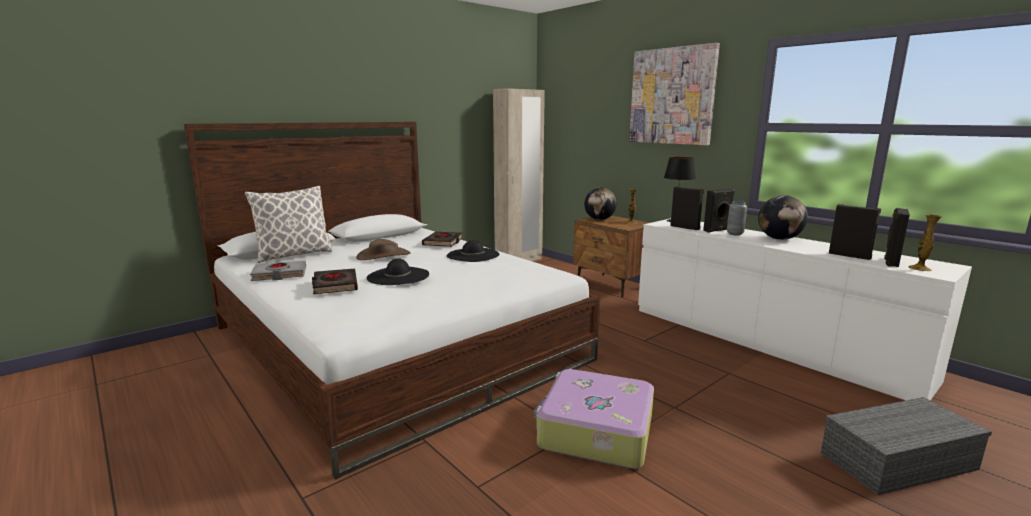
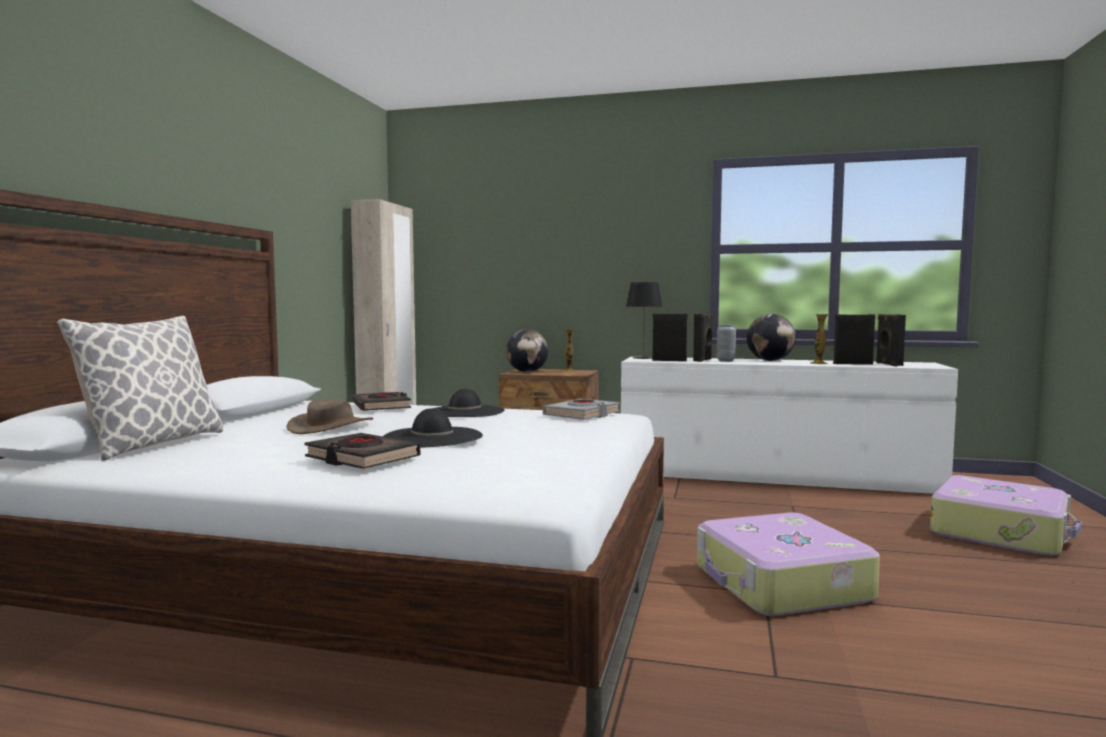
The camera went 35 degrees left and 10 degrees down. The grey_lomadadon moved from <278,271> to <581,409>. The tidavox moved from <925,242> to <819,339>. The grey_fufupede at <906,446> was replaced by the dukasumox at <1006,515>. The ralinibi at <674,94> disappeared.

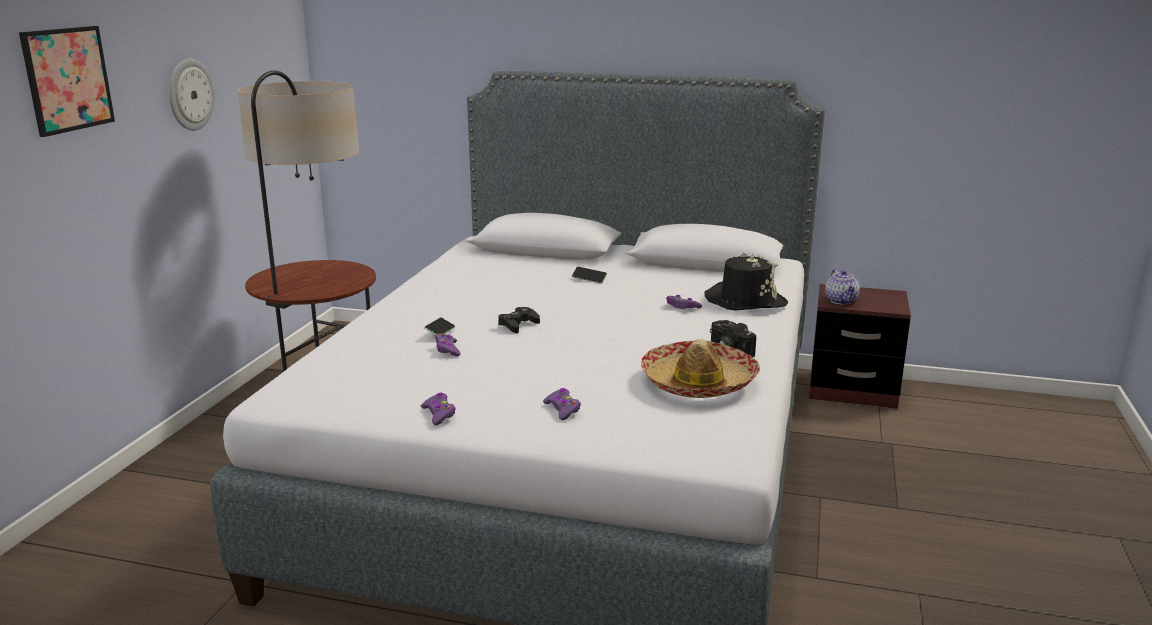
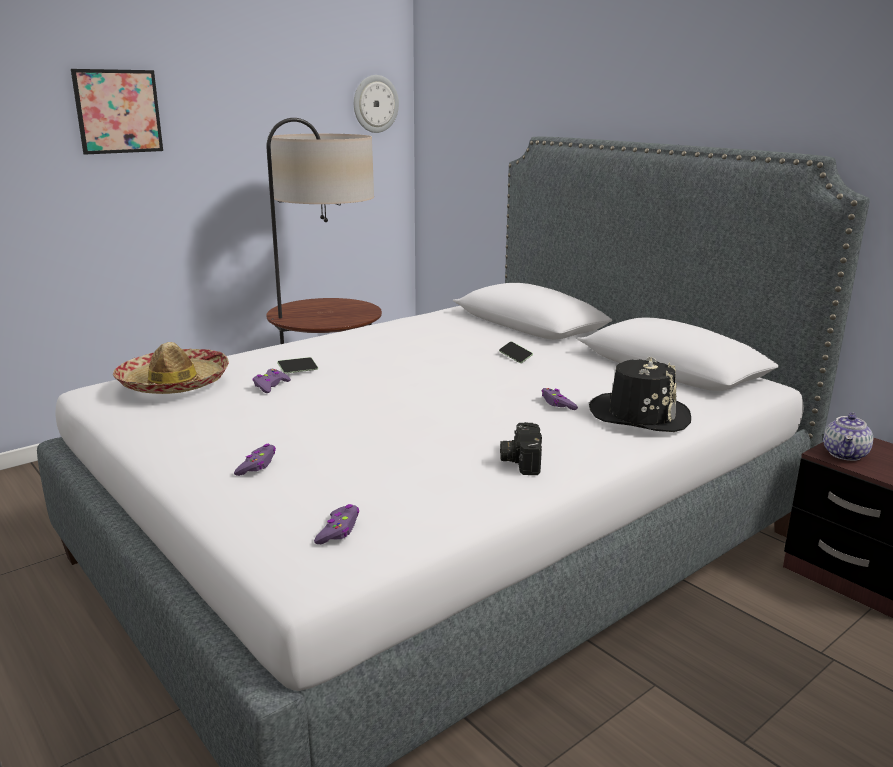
The camera went 35 degrees right and 0 degrees up. The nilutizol moved from <700,368> to <171,368>. The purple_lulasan moved from <438,408> to <336,524>. The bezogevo moved from <192,95> to <376,104>. The black_lulasan at <519,320> disappeared.

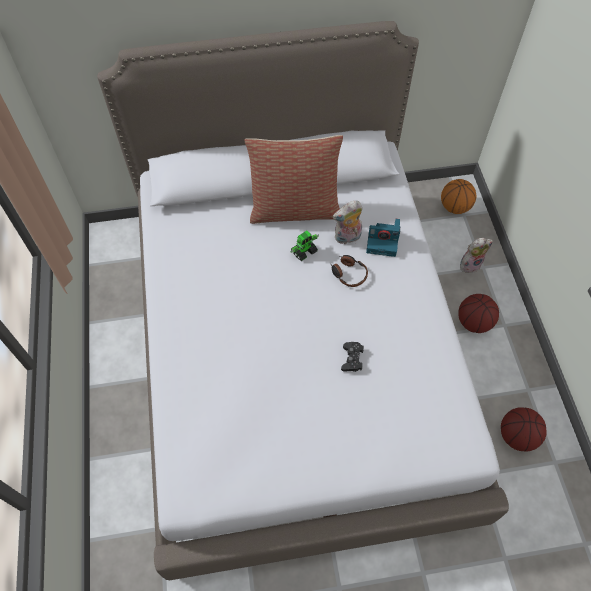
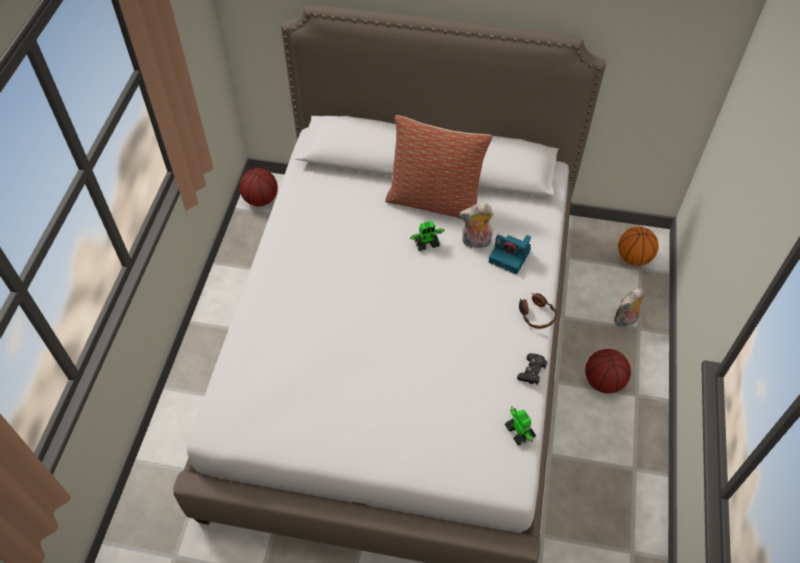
The camera went 20 degrees right and 5 degrees down. The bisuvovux moved from <524,429> to <258,187>. The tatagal at <520,425> appeared. The black_lulasan moved from <352,357> to <532,369>. The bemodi moved from <349,271> to <537,311>. The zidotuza at <476,255> turned 150 degrees clockwise.

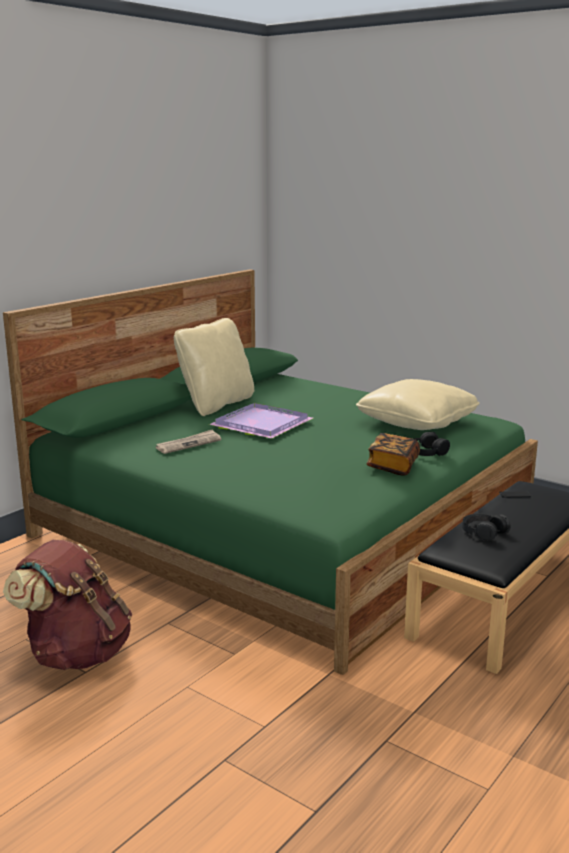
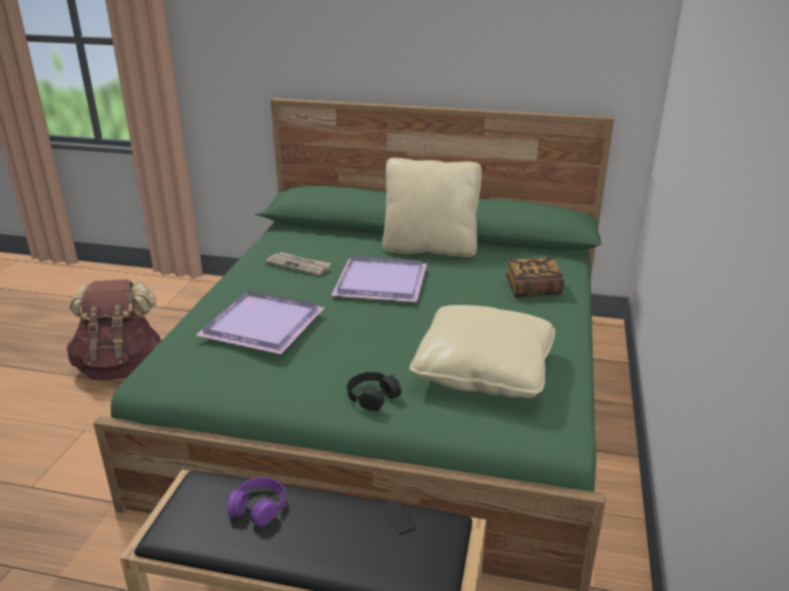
The camera went 65 degrees right and 10 degrees up. The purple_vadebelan at <260,322> appeared. The black_bemodi at <486,527> became the purple_bemodi at <256,502>. The lomadadon moved from <393,454> to <535,277>.

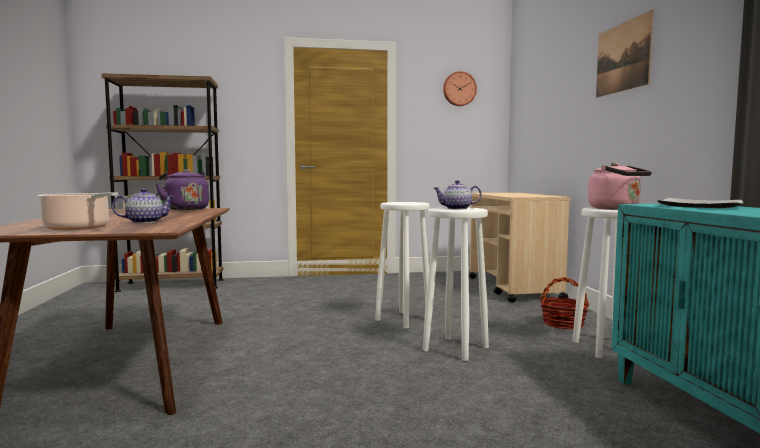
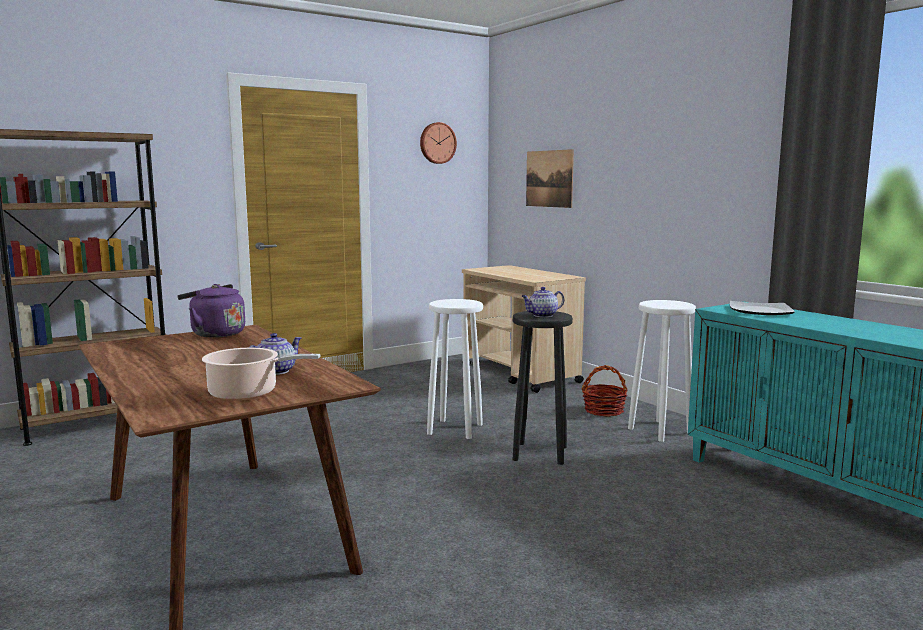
The camera went 25 degrees left and 5 degrees up. The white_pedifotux at <456,284> became the black_pedifotux at <542,388>. The ralinibi moved from <624,53> to <550,178>. The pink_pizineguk at <620,186> disappeared.

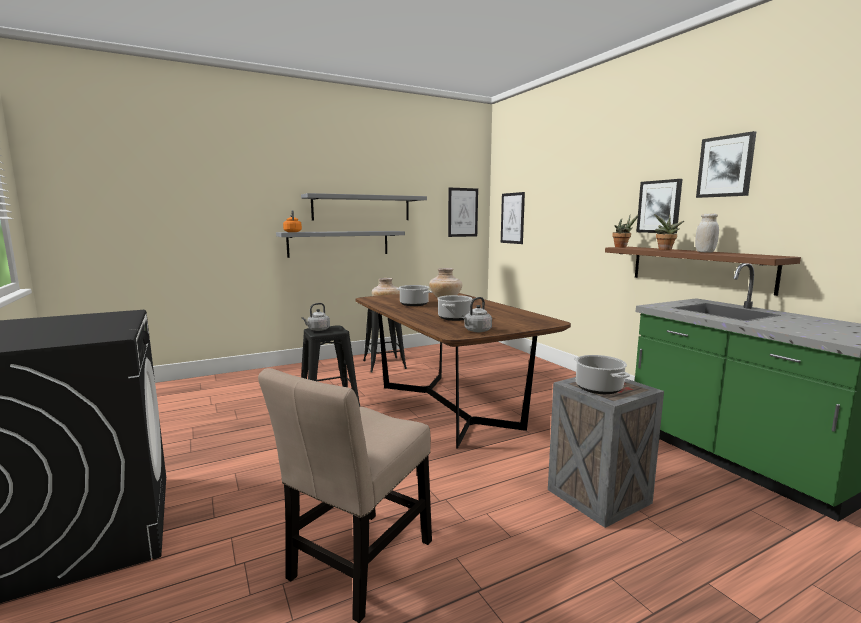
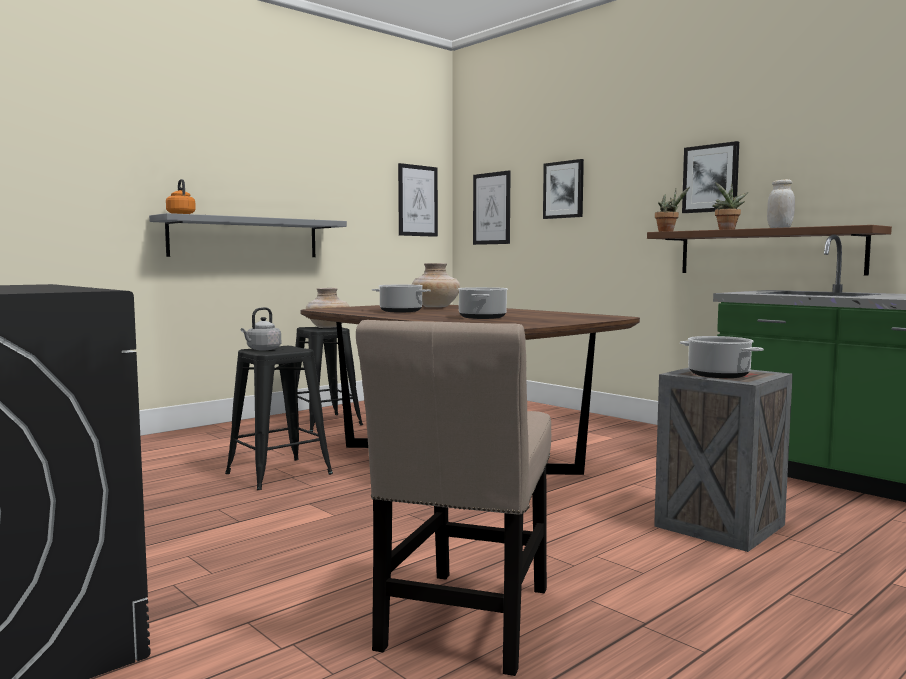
The camera went 15 degrees left and 5 degrees down. The ralinibi moved from <726,164> to <563,189>. The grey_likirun at <364,206> disappeared. The grey_pizineguk at <477,314> disappeared.

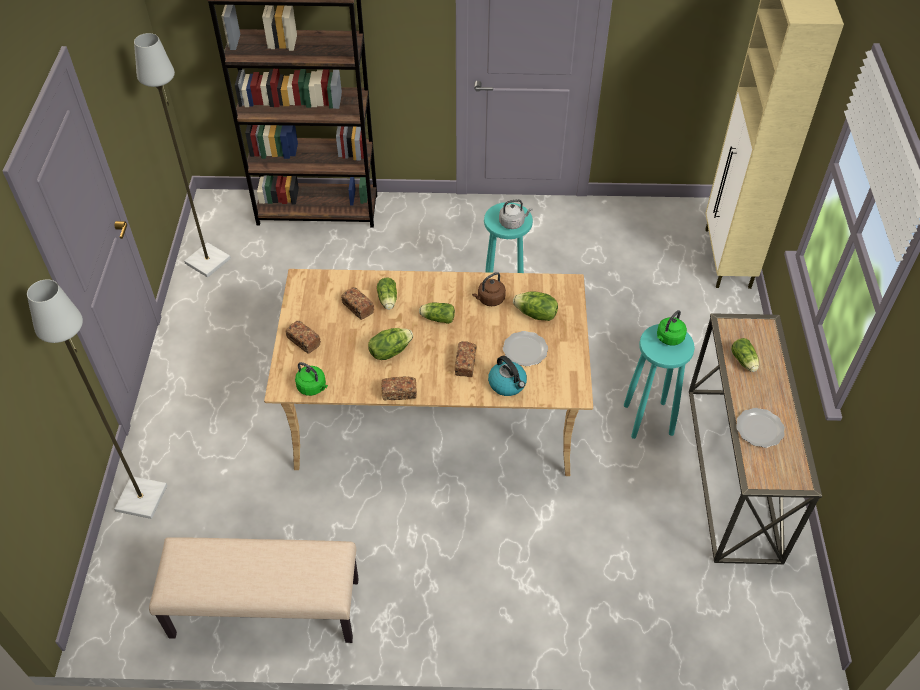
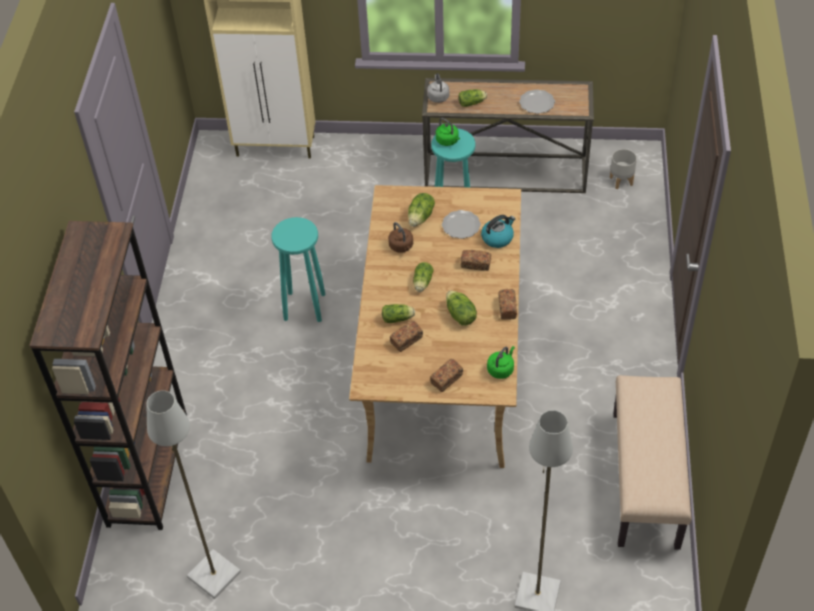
The camera went 85 degrees left and 0 degrees up. The grey_pizineguk moved from <516,214> to <438,88>. The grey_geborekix at <623,169> appeared.

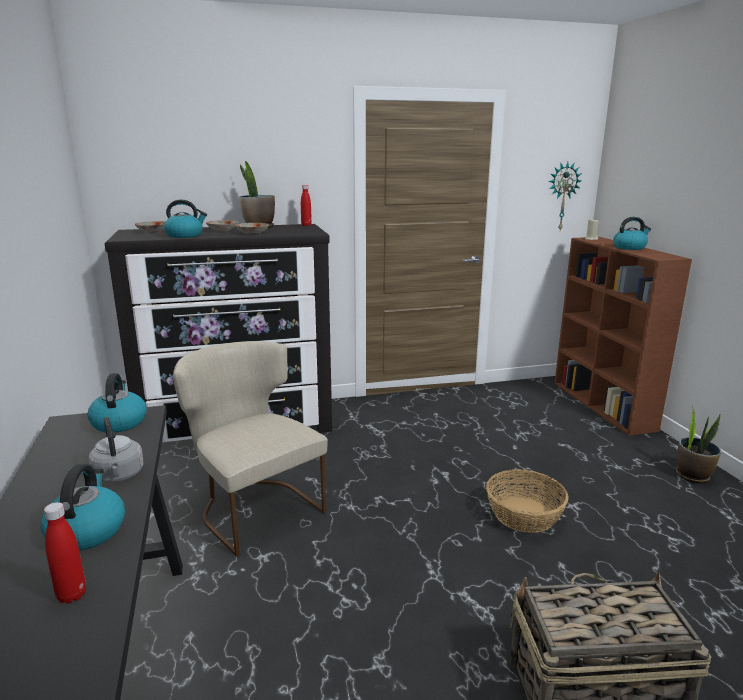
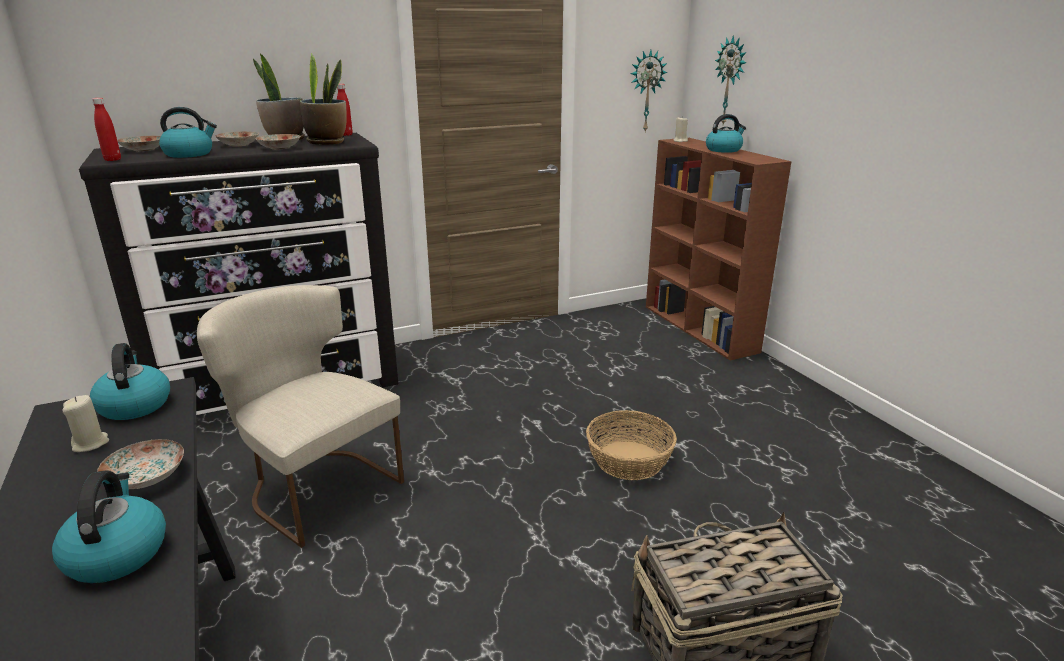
The camera went 10 degrees left and 5 degrees up. The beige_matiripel at <85,423> appeared. The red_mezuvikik moved from <65,553> to <106,129>. The grey_pizineguk at <116,450> was replaced by the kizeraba at <140,464>. The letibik moved from <698,444> to <323,99>. The bezogevo at <731,79> appeared.

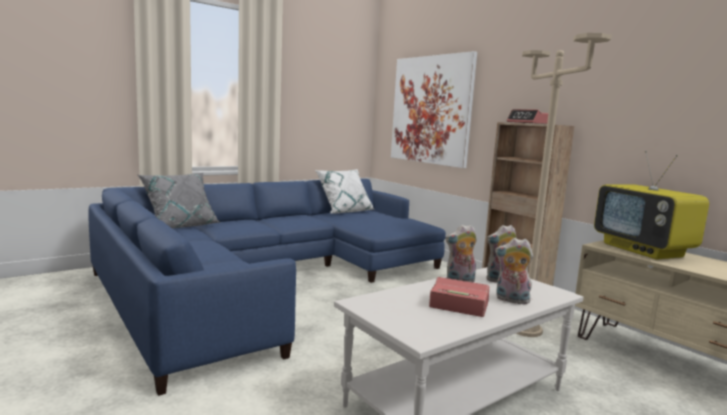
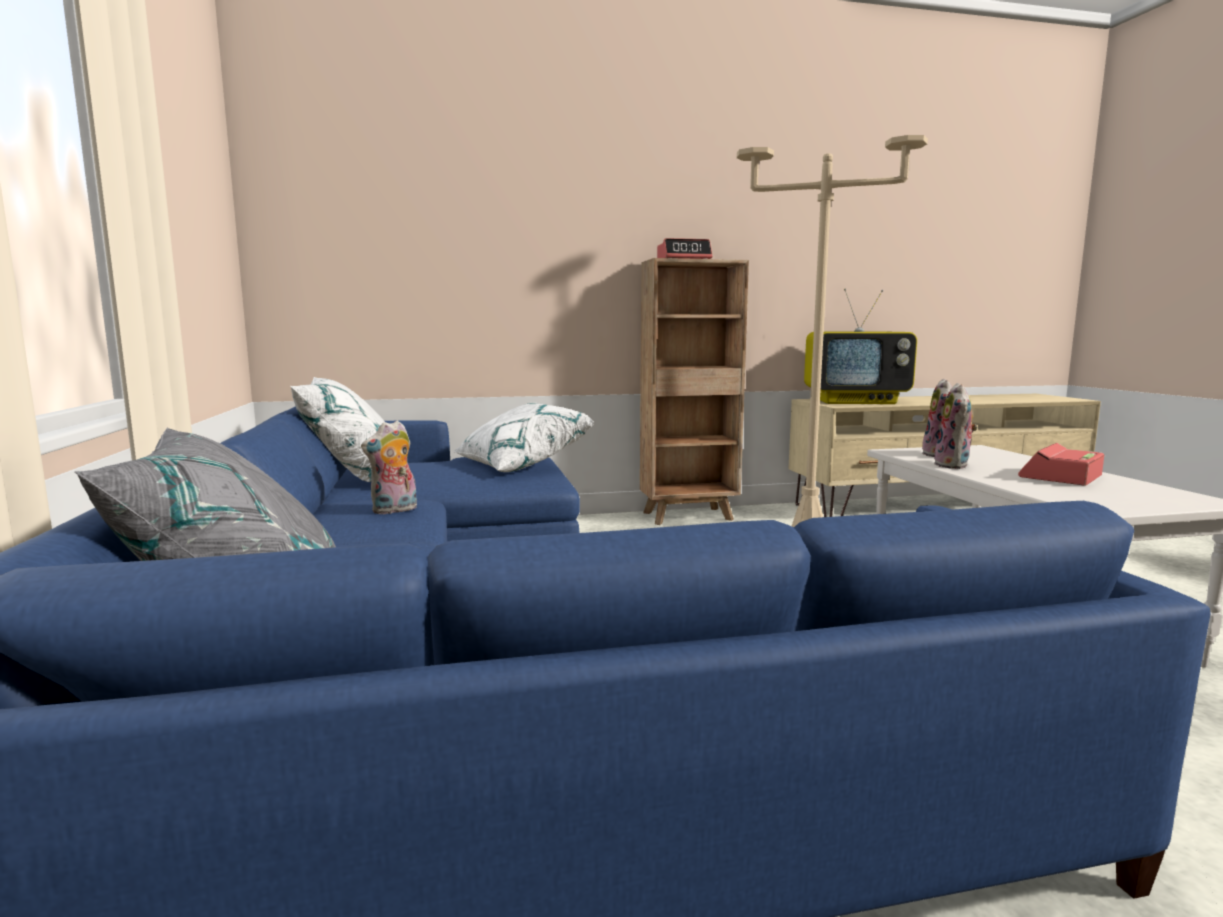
The camera went 65 degrees left and 0 degrees up. The zidotuza moved from <514,271> to <389,467>. The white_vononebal at <523,437> appeared. The ralinibi at <434,109> disappeared.

